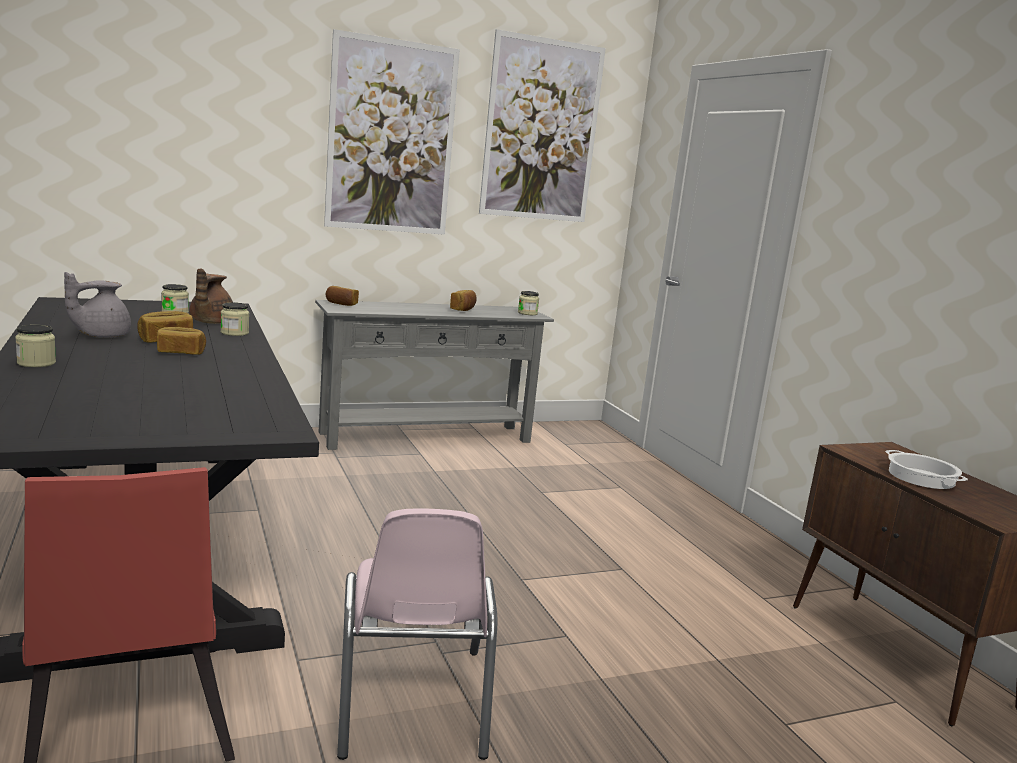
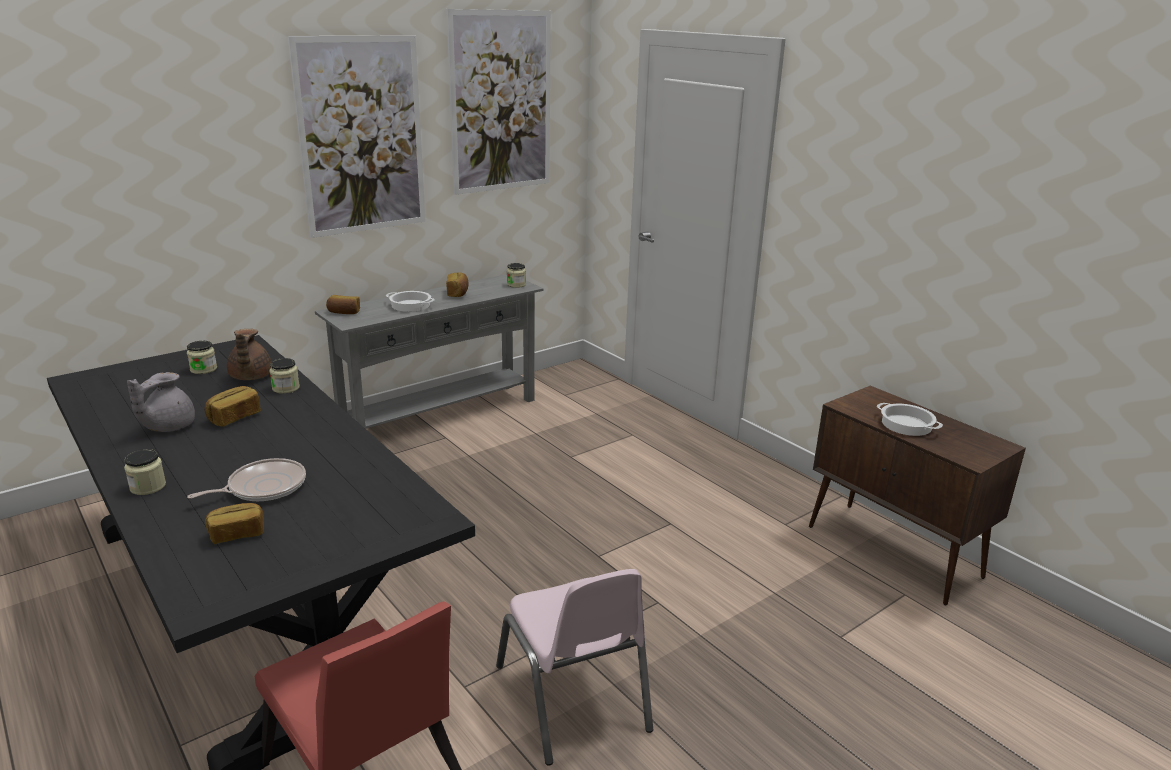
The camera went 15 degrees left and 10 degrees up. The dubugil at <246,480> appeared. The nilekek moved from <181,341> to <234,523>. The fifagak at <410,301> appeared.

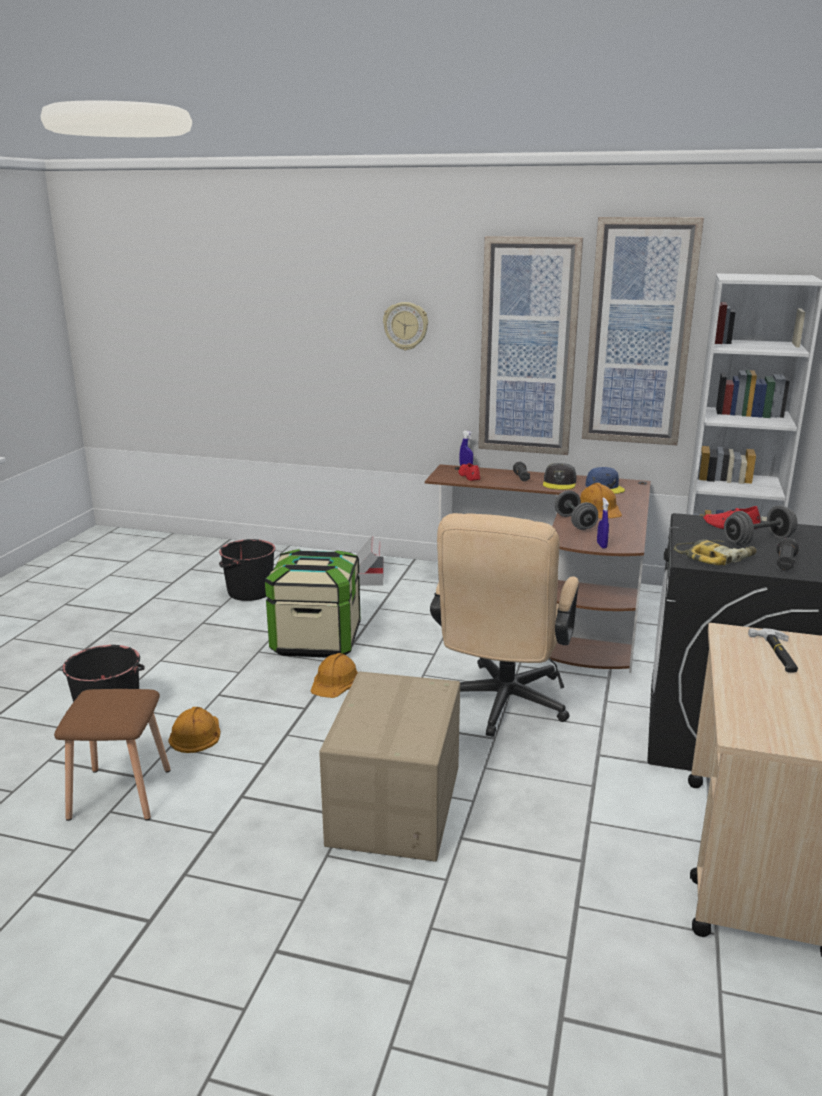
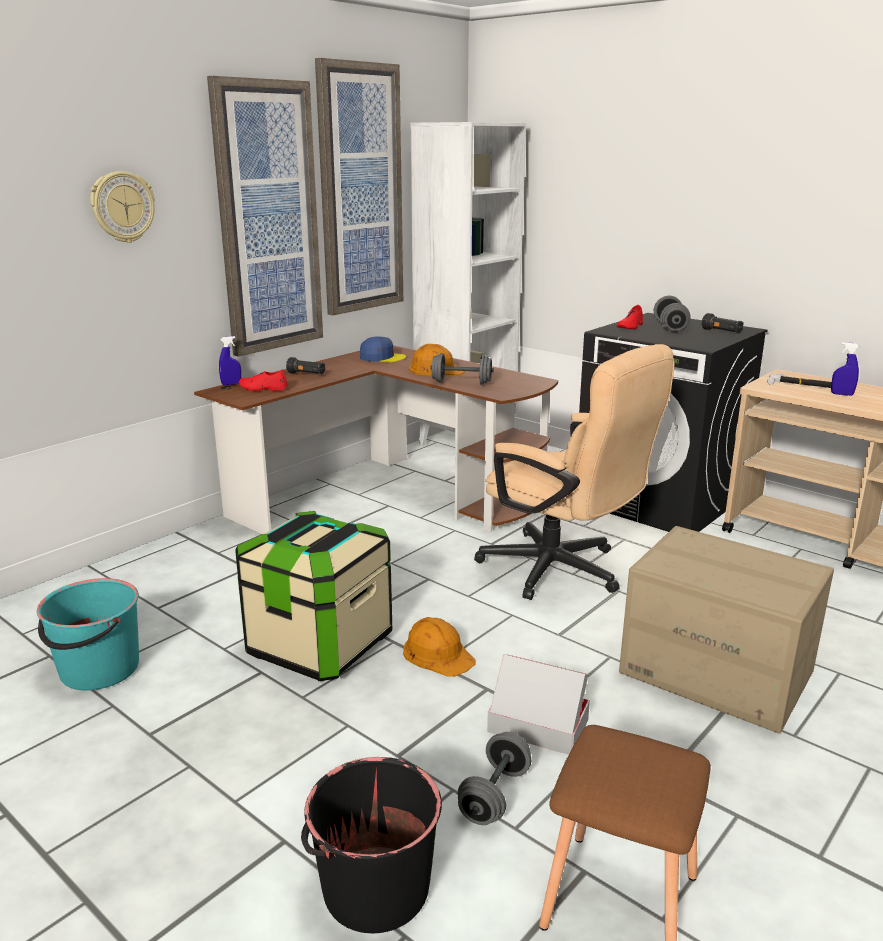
The camera went 65 degrees left and 0 degrees up. The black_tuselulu at <247,570> became the turquoise_tuselulu at <88,634>. The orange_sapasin at <194,730> was replaced by the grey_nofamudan at <494,778>. The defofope moved from <370,561> to <538,704>. The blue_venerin moved from <603,523> to <845,369>. The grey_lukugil at <560,476> disappeared. The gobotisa at <715,552> disappeared.

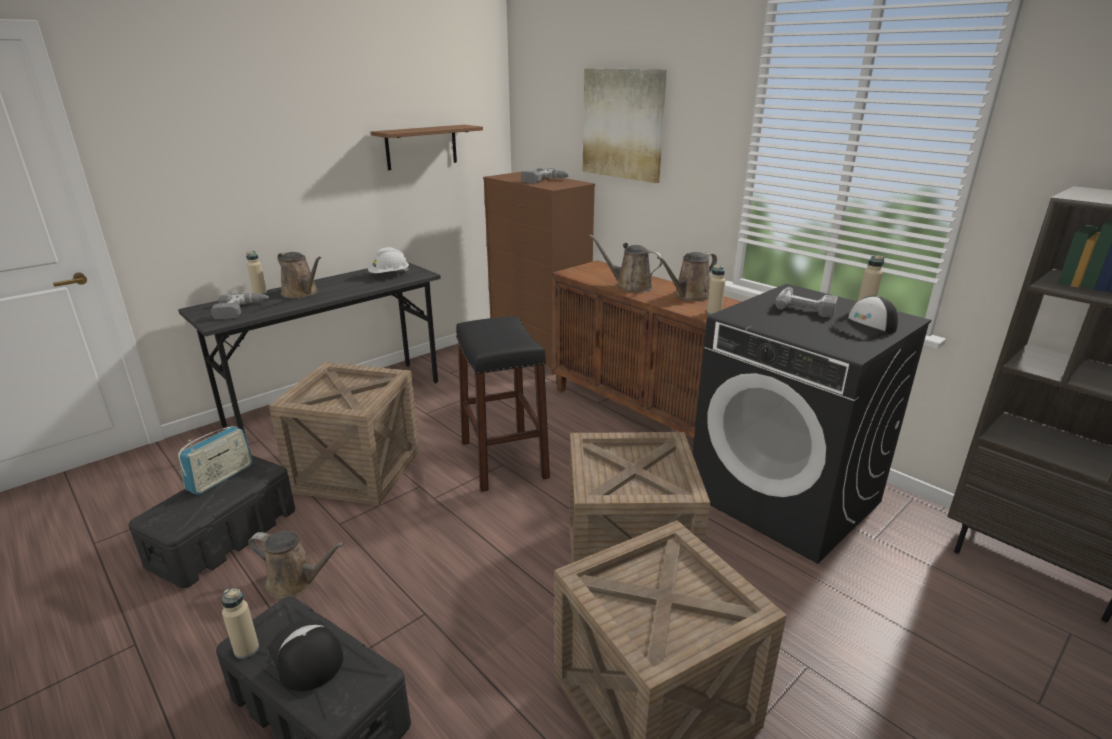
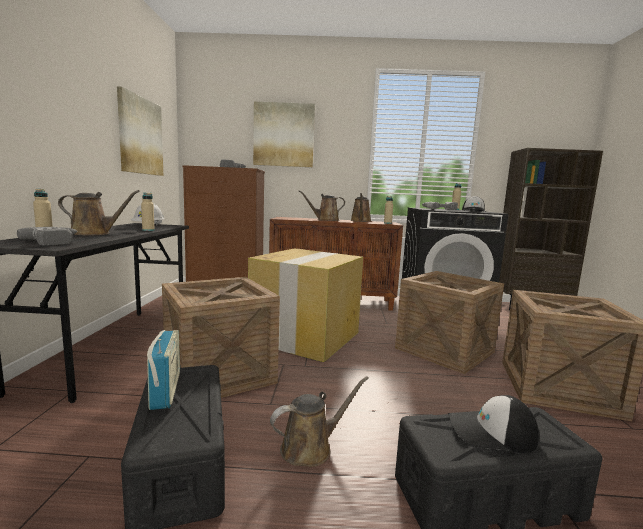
The camera went 45 degrees left and 15 degrees down. The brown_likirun at <427,147> was replaced by the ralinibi at <140,131>. The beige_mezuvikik moved from <240,623> to <148,212>. The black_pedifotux at <503,404> was replaced by the defofope at <305,305>.

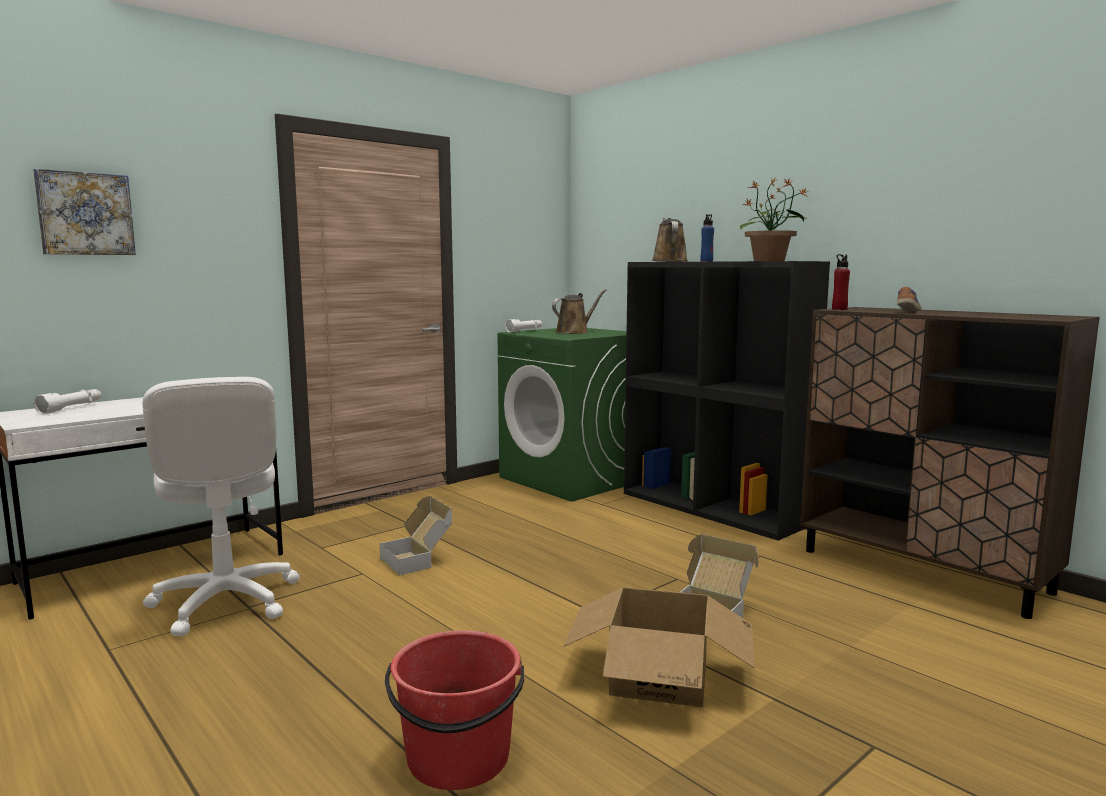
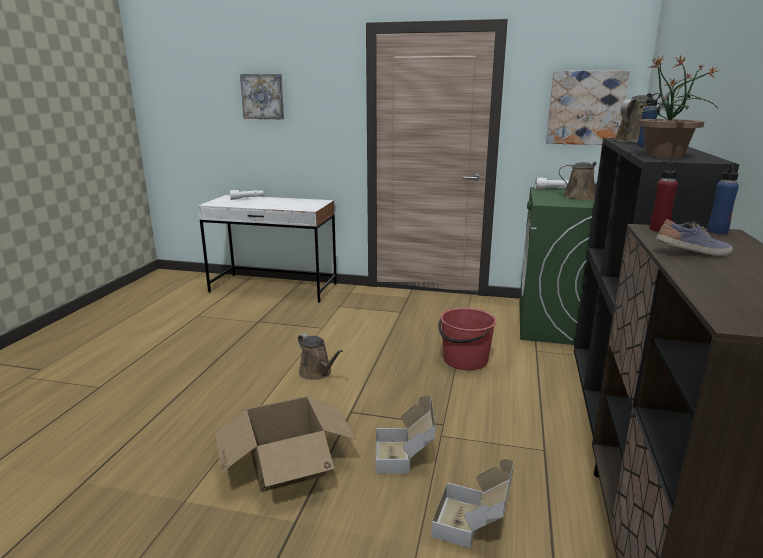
The camera went 55 degrees right and 10 degrees up. The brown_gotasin at <320,356> appeared. The defofope moved from <416,535> to <472,503>. The red_tuselulu moved from <454,710> to <467,339>. The ralinibi at <588,108> appeared. The blue_mezuvikik at <723,198> appeared. The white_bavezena at <221,506> disappeared.

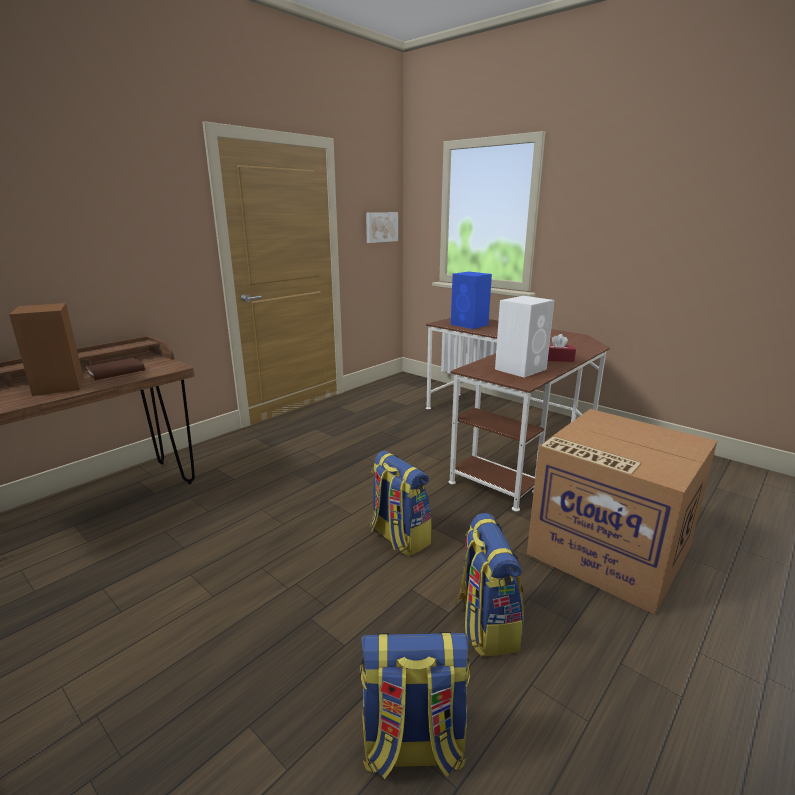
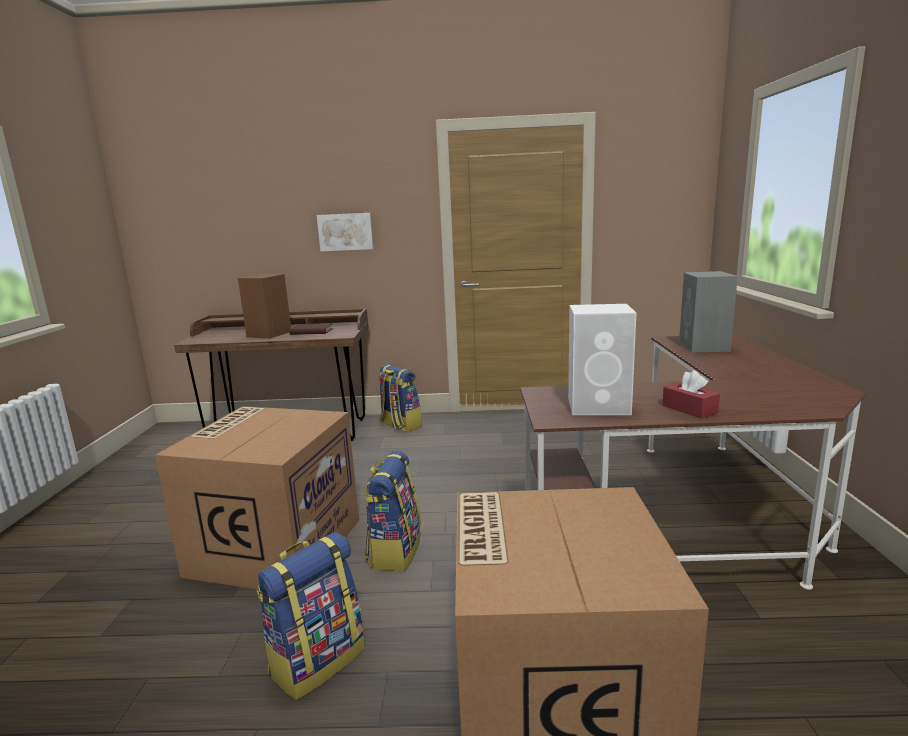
The camera went 50 degrees right and 5 degrees down. The defofope at <257,497> appeared. The ralinibi moved from <382,227> to <345,232>. The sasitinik moved from <415,705> to <400,398>. The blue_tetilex at <471,300> became the grey_tetilex at <708,311>.

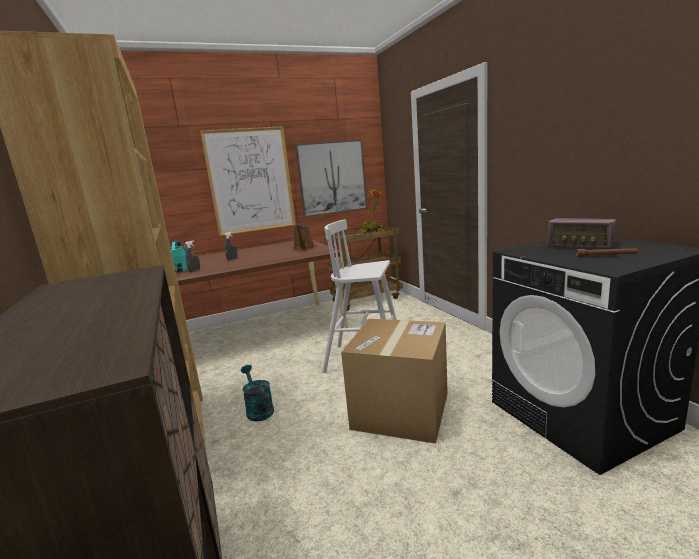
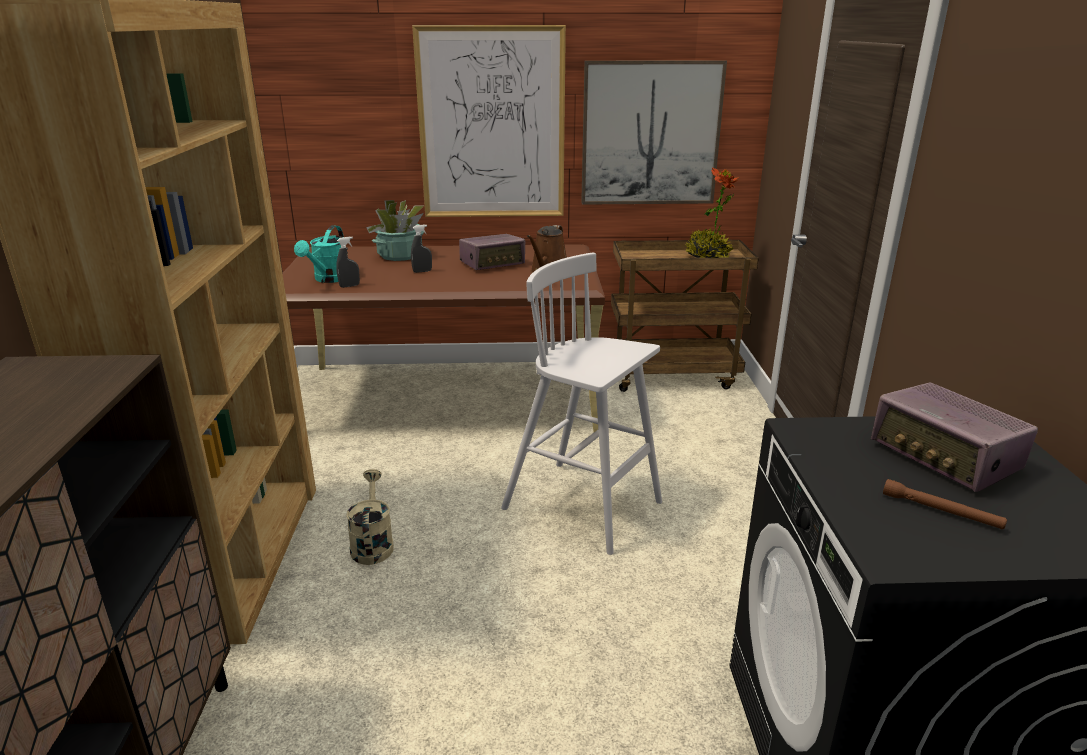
The camera went 20 degrees right and 10 degrees up. The turquoise_gotasin at <257,393> became the beige_gotasin at <370,517>. The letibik at <395,230> appeared. The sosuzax at <492,252> appeared. The defofope at <394,381> disappeared.

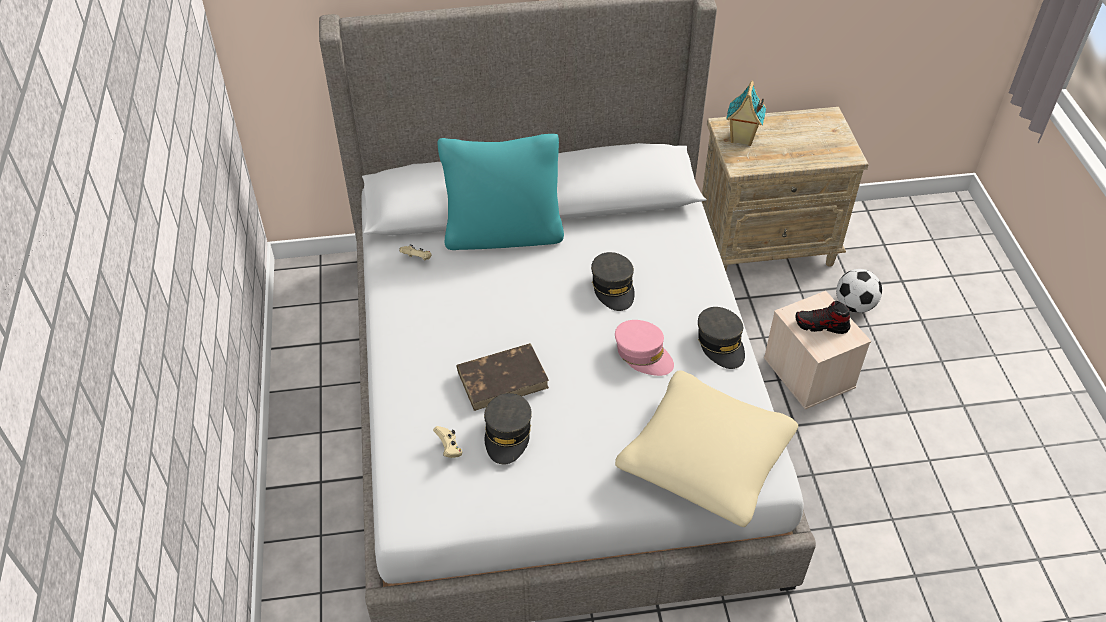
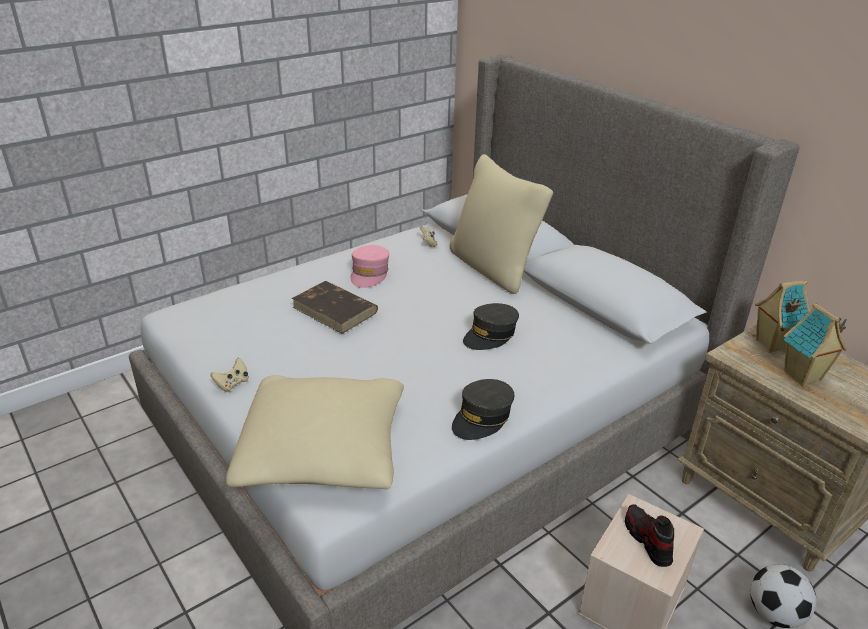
The camera went 60 degrees right and 15 degrees down. The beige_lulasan moved from <447,442> to <230,375>. The pink_lukugil moved from <644,348> to <370,266>. The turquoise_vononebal at <501,192> became the beige_vononebal at <501,224>. The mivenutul at <815,344> appeared. The grey_lukugil at <508,428> disappeared.

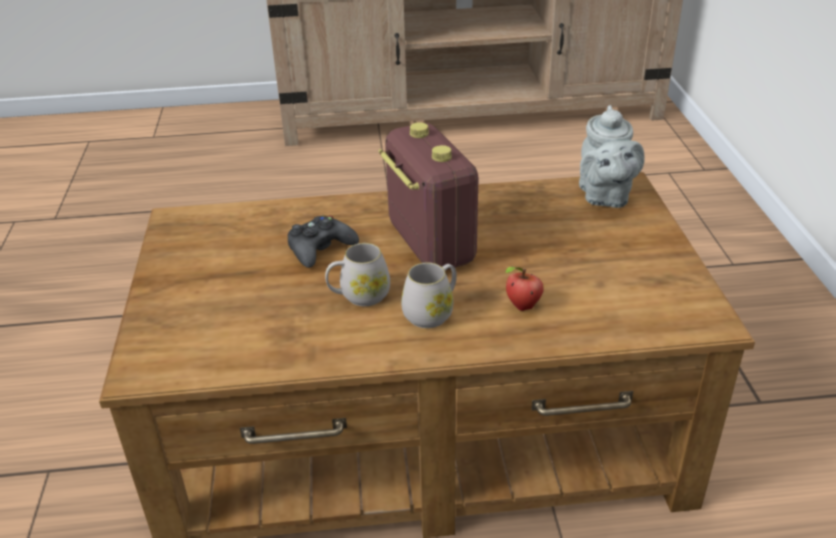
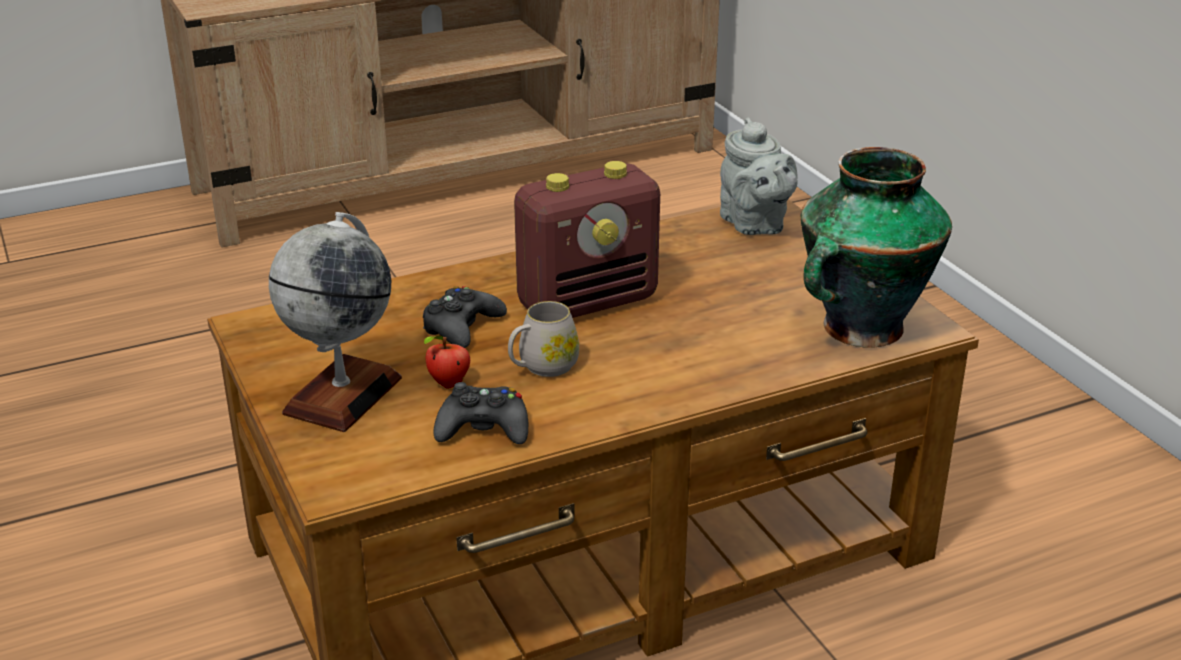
The camera went 20 degrees left and 5 degrees down. The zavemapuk at <335,322> appeared. The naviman moved from <524,288> to <447,362>. The black_lulasan at <480,413> appeared. The sosuzax at <428,196> turned 105 degrees clockwise. The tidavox at <876,247> appeared. The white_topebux at <429,295> disappeared.

